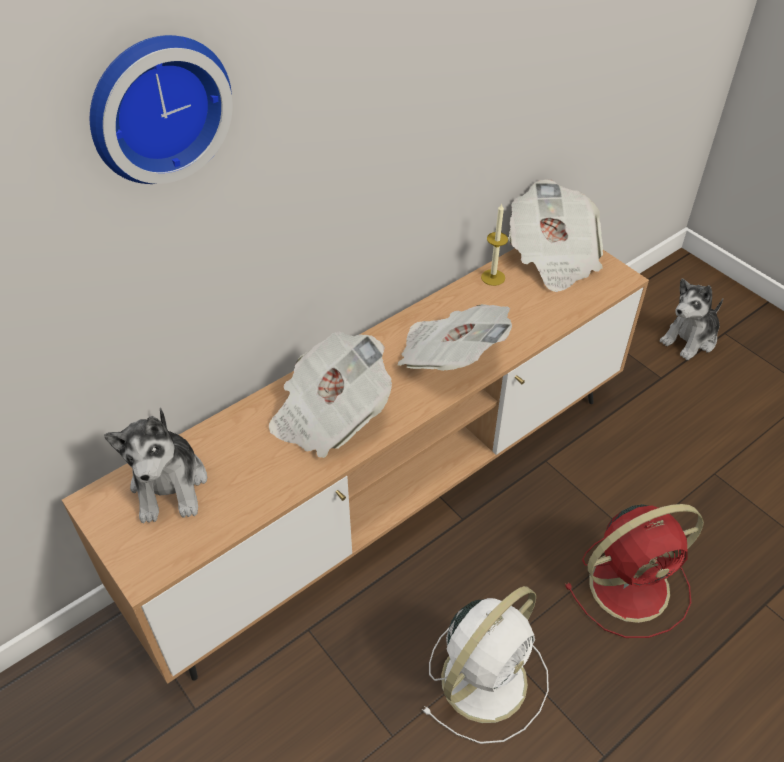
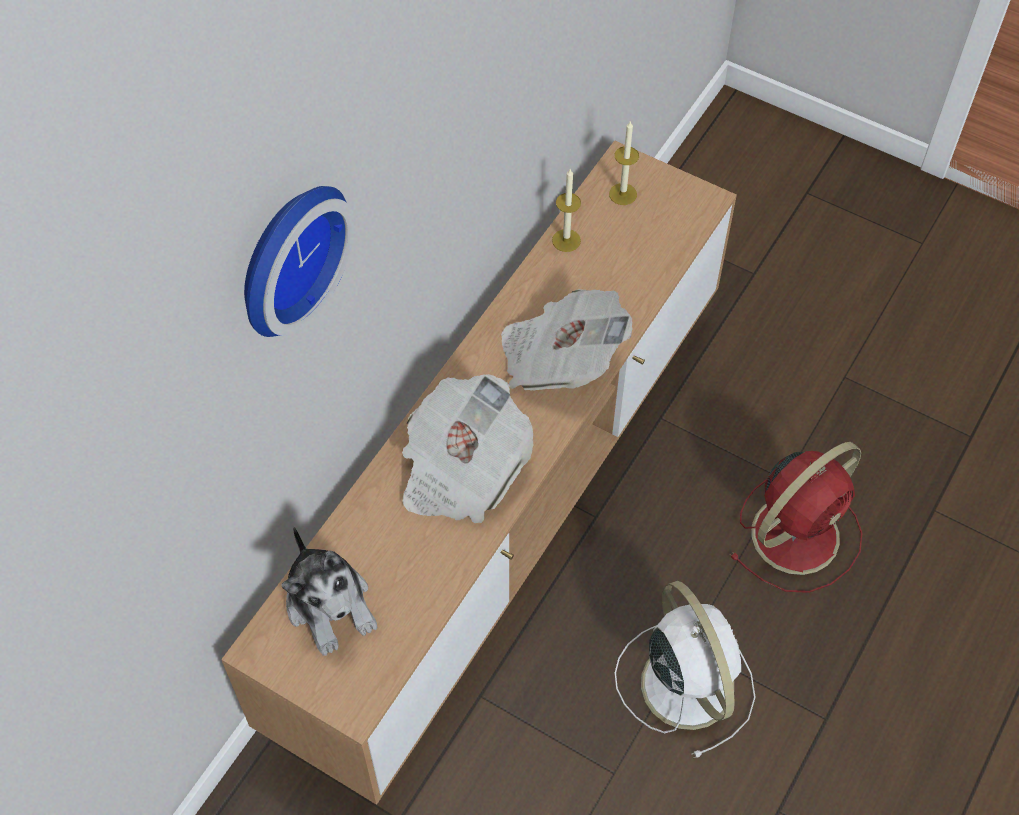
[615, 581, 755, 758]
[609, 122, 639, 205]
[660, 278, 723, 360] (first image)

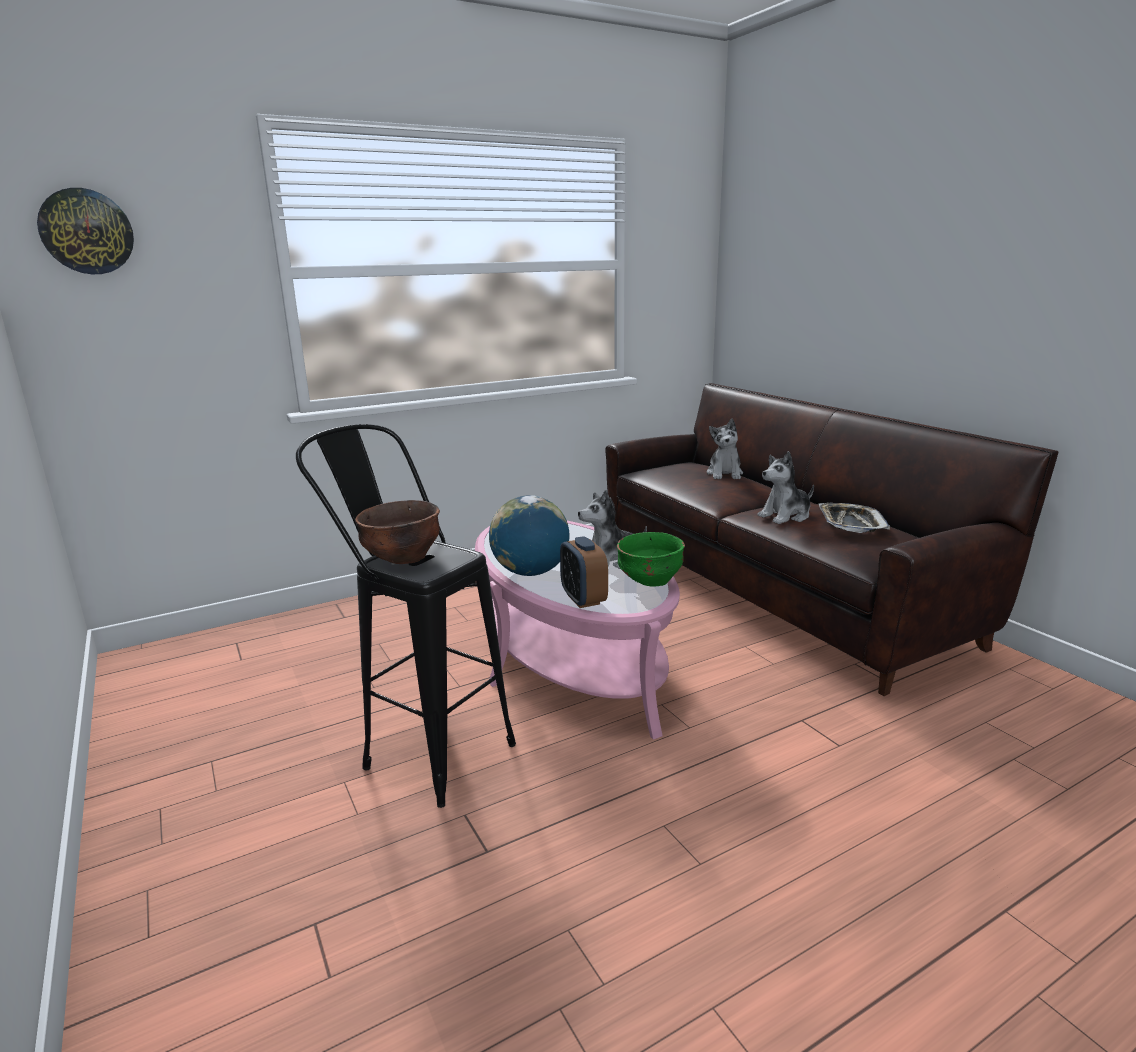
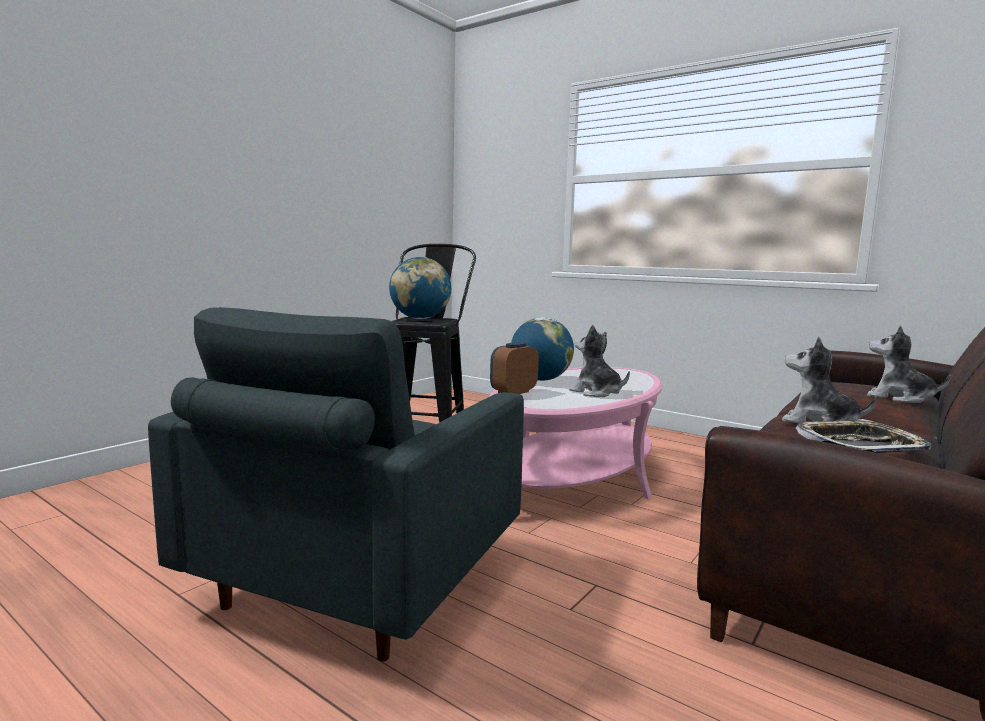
[37, 188, 134, 274] (first image)
[389, 257, 451, 319]
[617, 532, 685, 587] (first image)
[867, 325, 951, 403]
[148, 307, 524, 661]

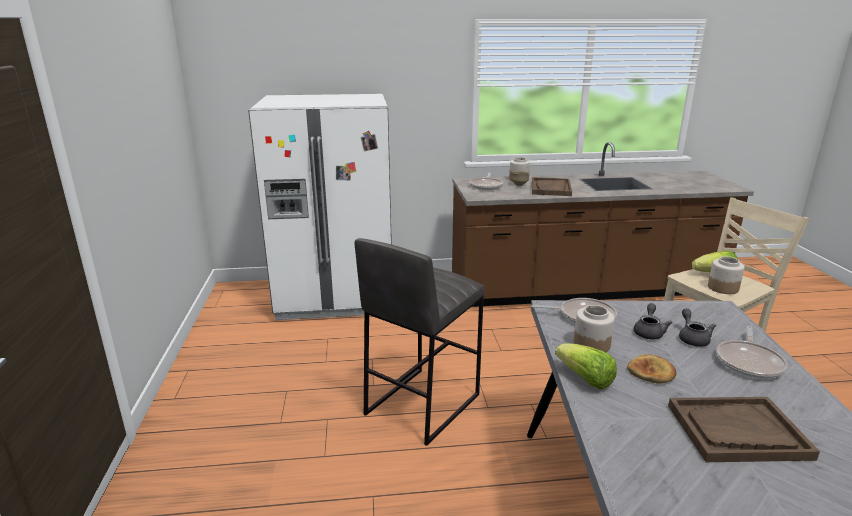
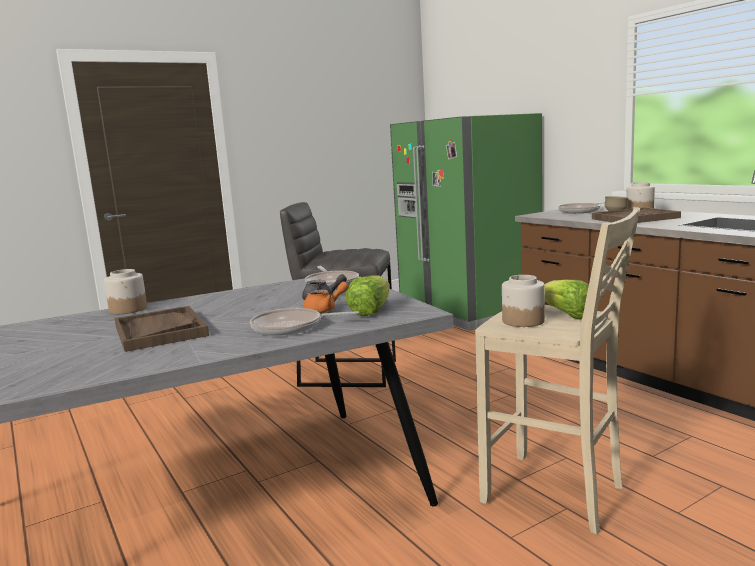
[390, 113, 542, 331]
[346, 275, 390, 316]
[104, 269, 147, 314]
[627, 354, 676, 384] (first image)
[303, 282, 349, 313]

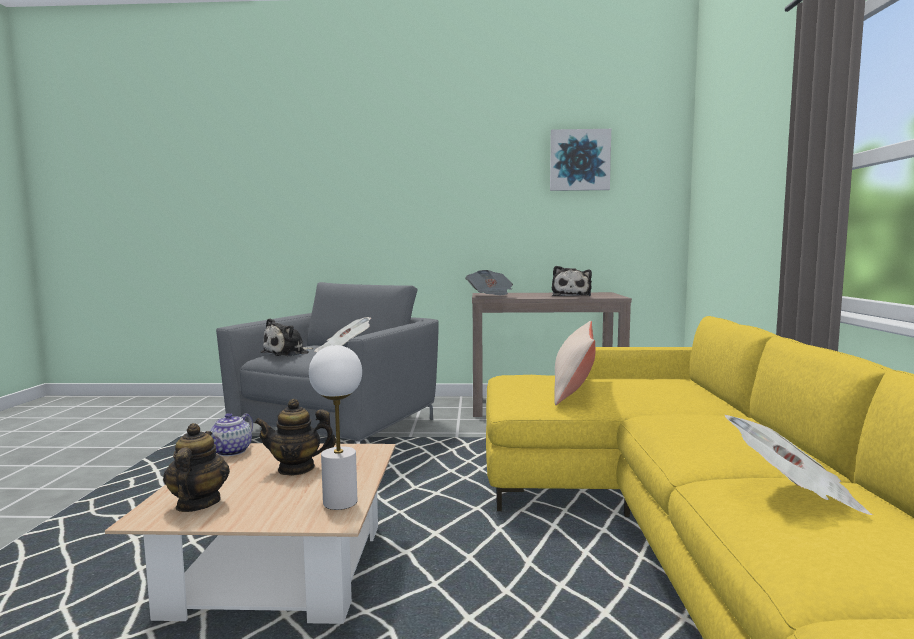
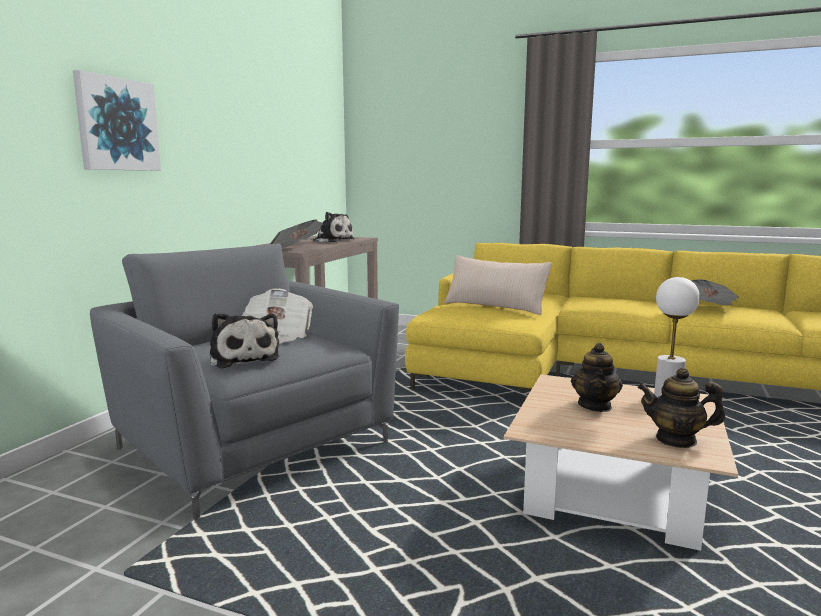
[210, 413, 253, 456] (first image)
[73, 70, 161, 171]

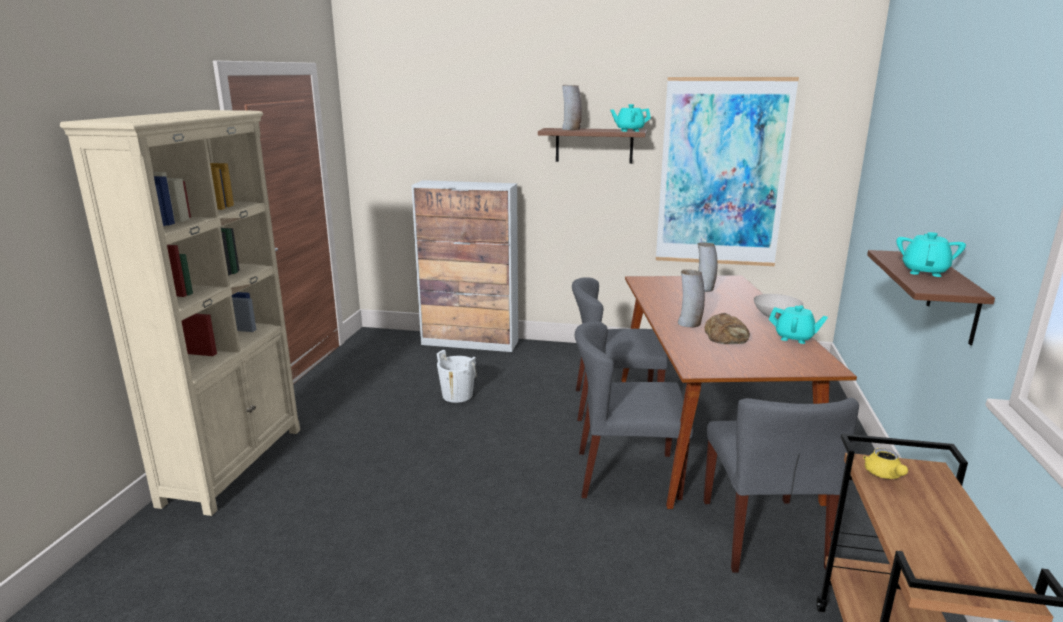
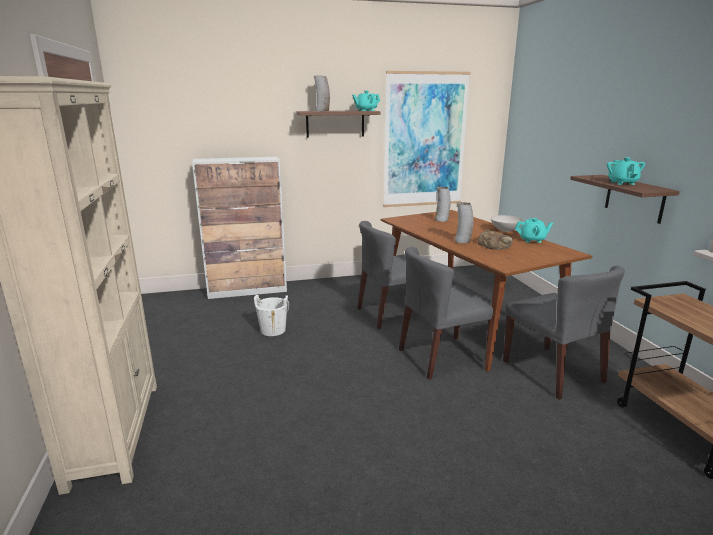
[863, 448, 908, 479] (first image)

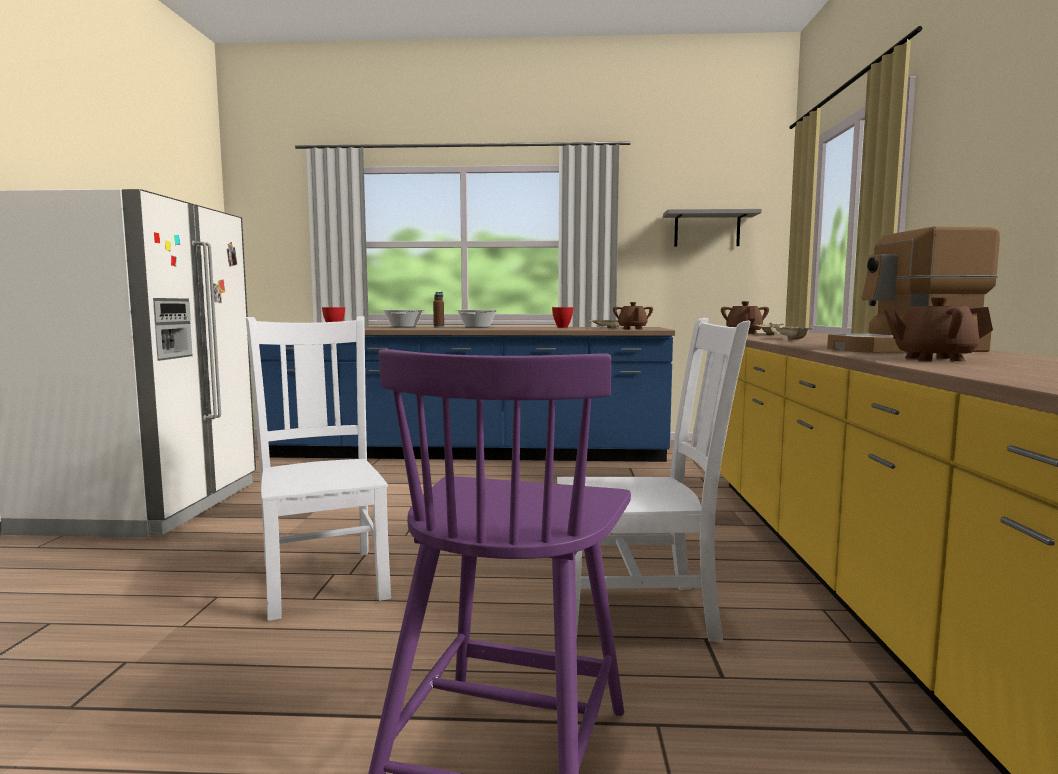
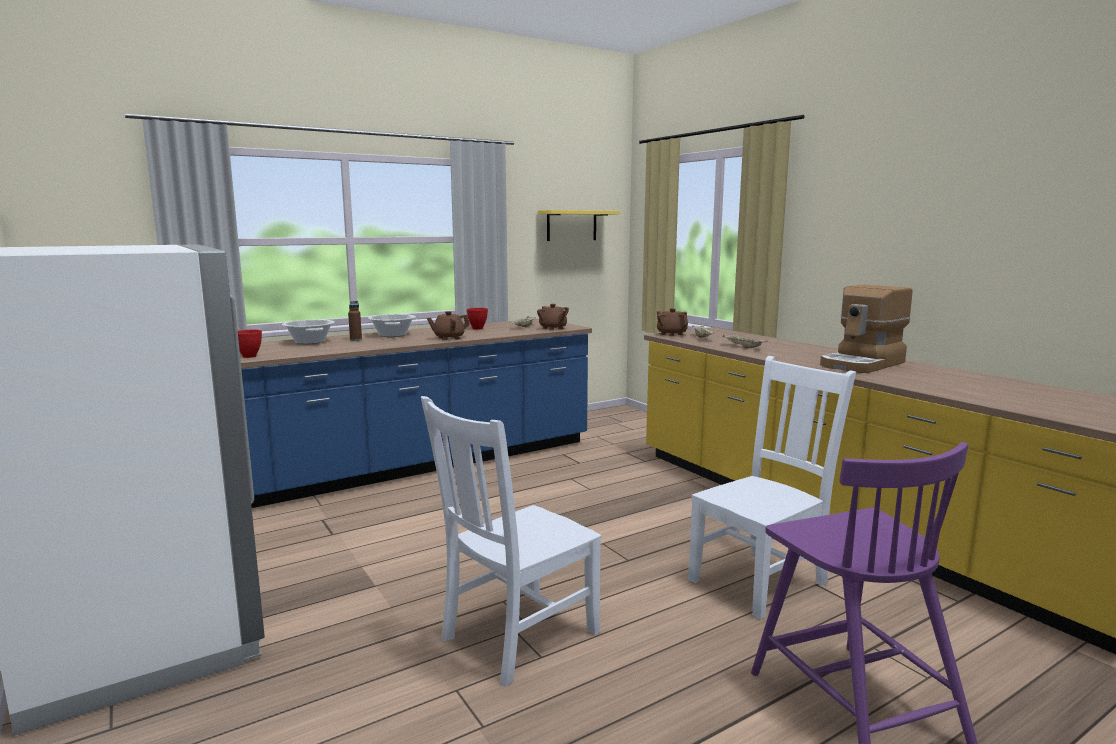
[421, 396, 601, 687]
[537, 210, 620, 241]
[427, 311, 470, 340]

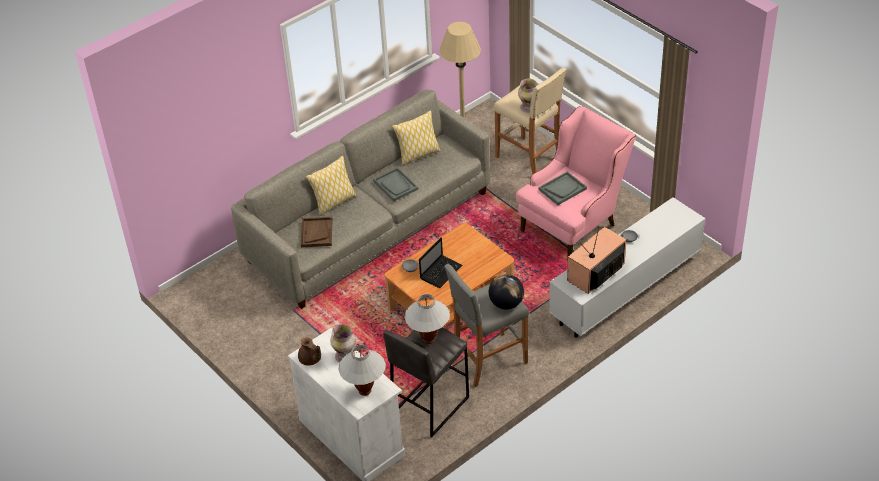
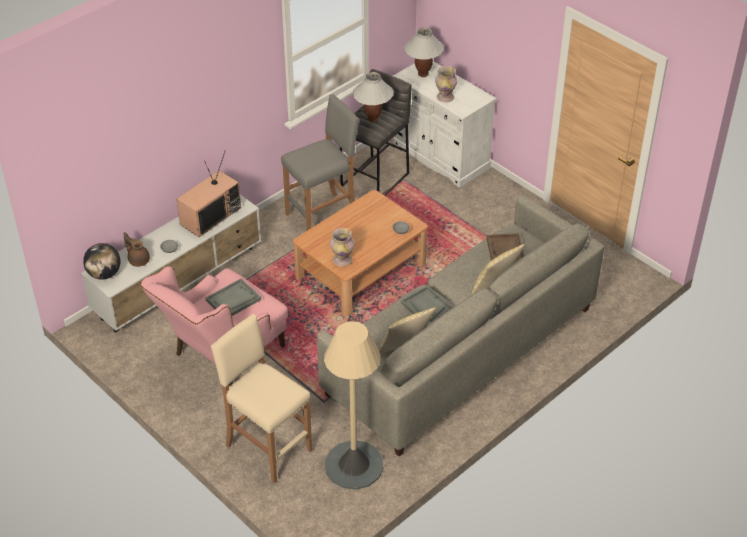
[123, 232, 150, 267]
[419, 237, 462, 288] (first image)
[83, 243, 120, 280]
[330, 228, 354, 266]

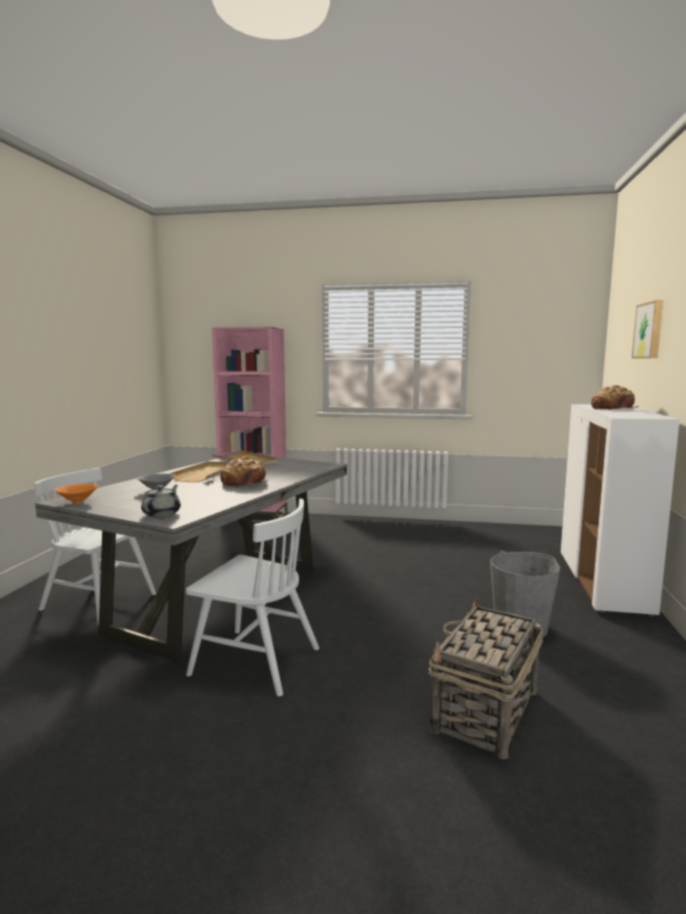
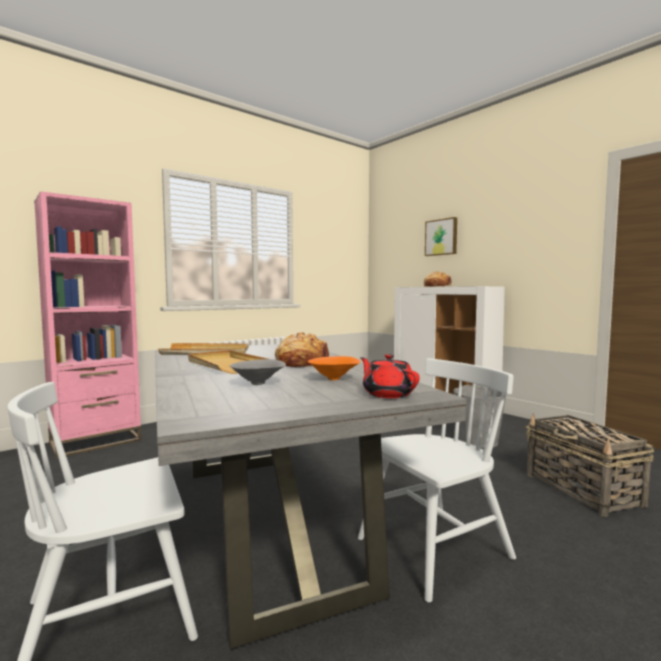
[308, 356, 361, 381]
[360, 354, 420, 398]

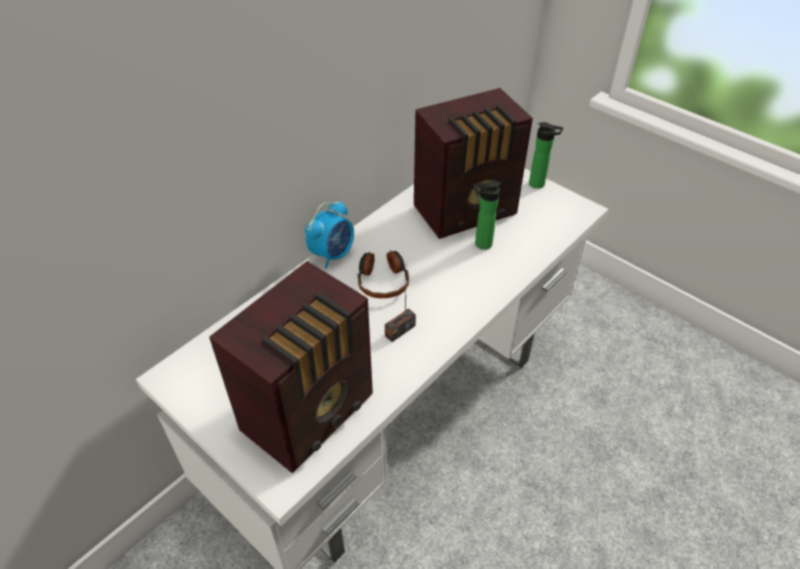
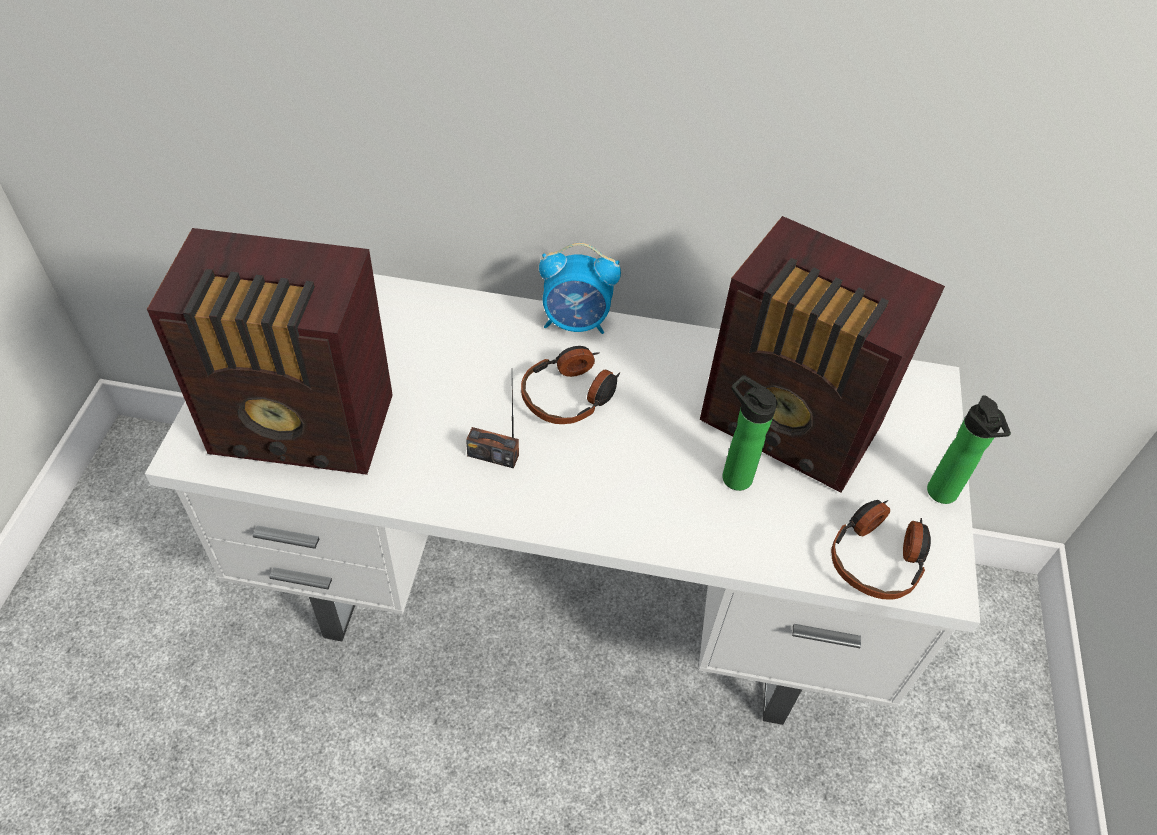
[831, 500, 931, 600]

